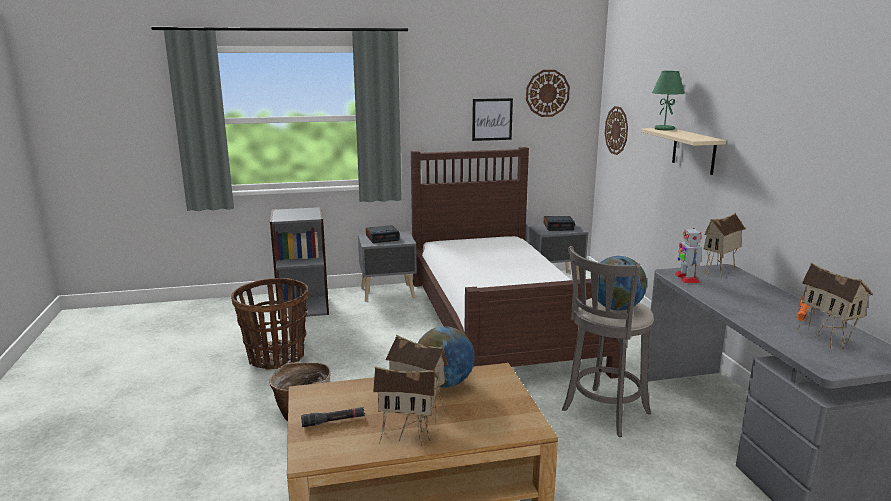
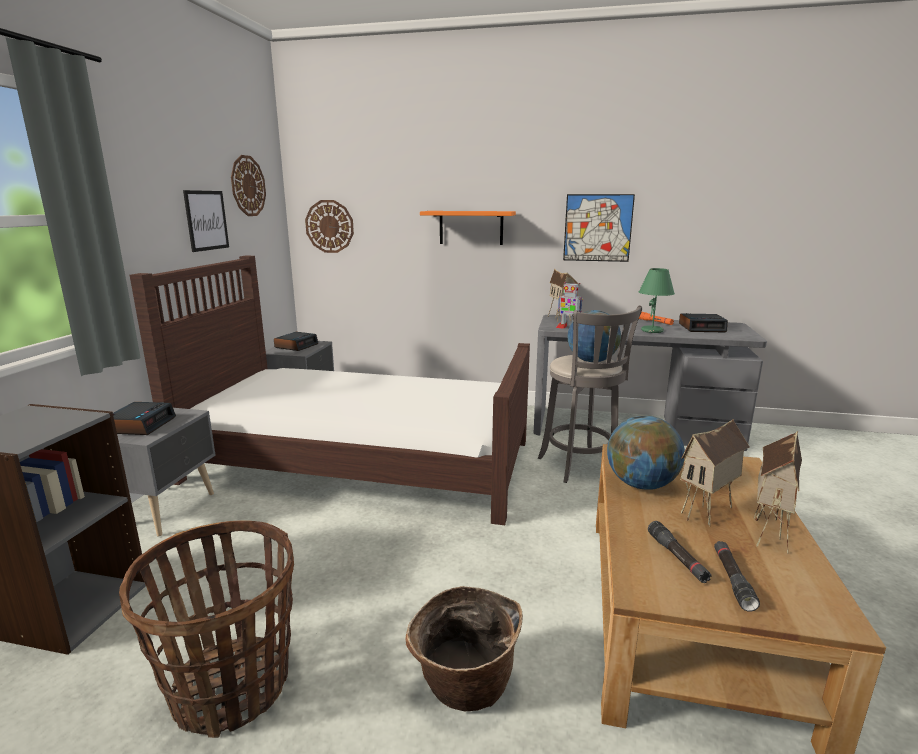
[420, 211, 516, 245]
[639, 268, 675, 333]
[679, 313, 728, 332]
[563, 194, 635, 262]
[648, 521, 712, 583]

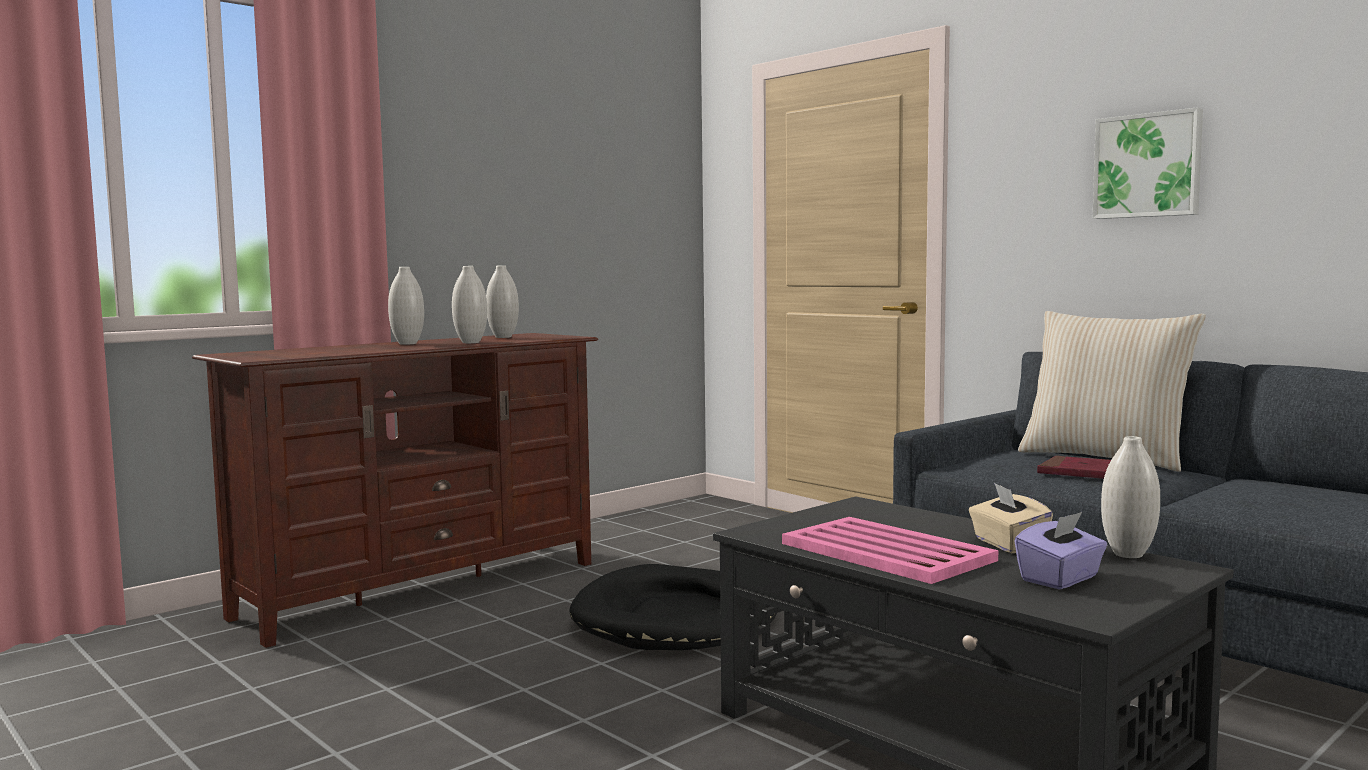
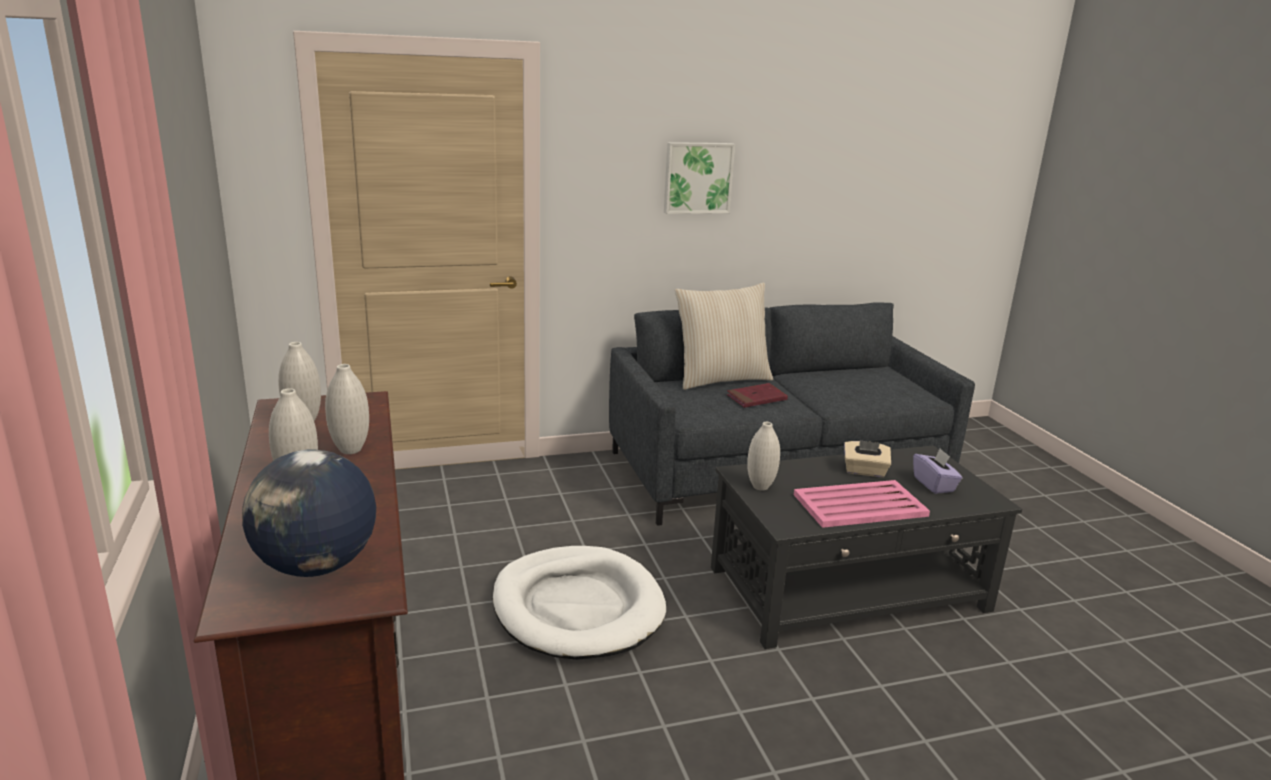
[493, 546, 666, 660]
[747, 422, 780, 490]
[242, 449, 376, 577]

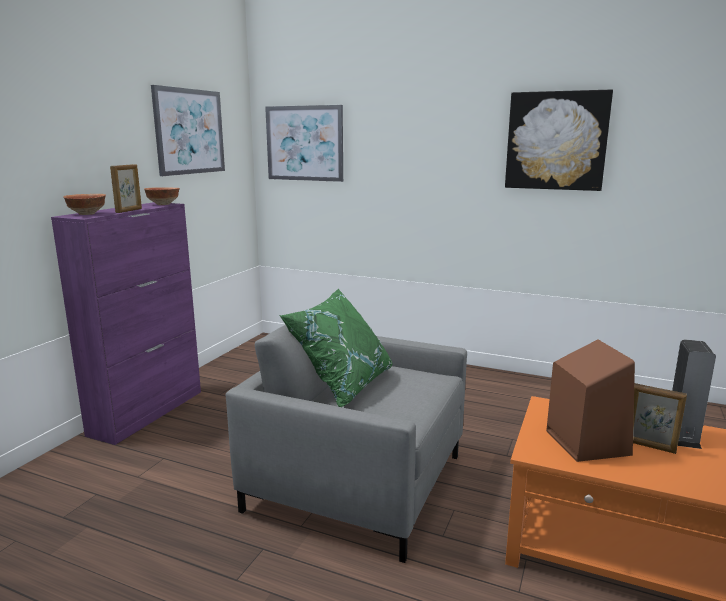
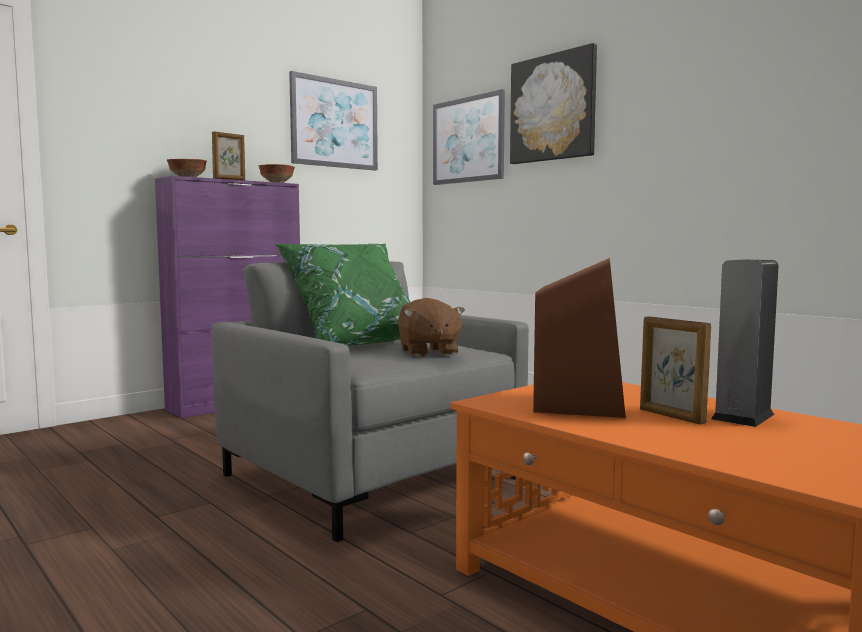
[510, 43, 597, 164]
[398, 298, 465, 357]

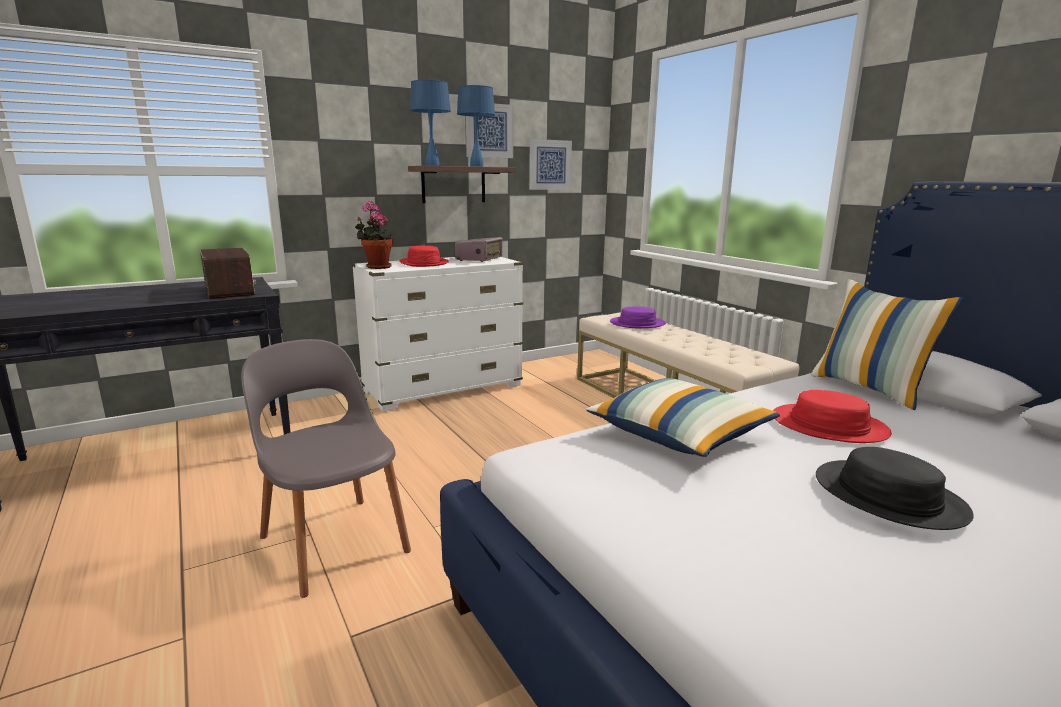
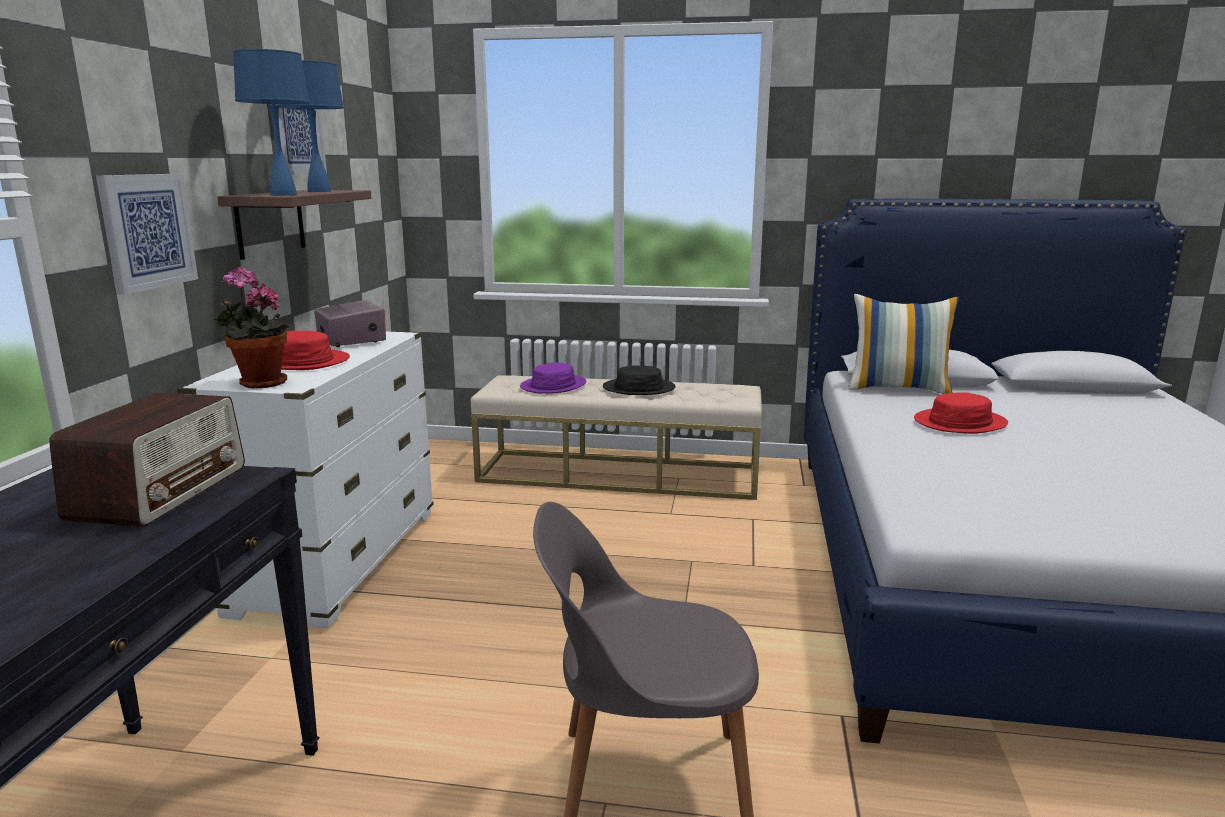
[49, 393, 245, 527]
[96, 174, 198, 295]
[586, 378, 780, 457] (first image)
[603, 365, 676, 395]

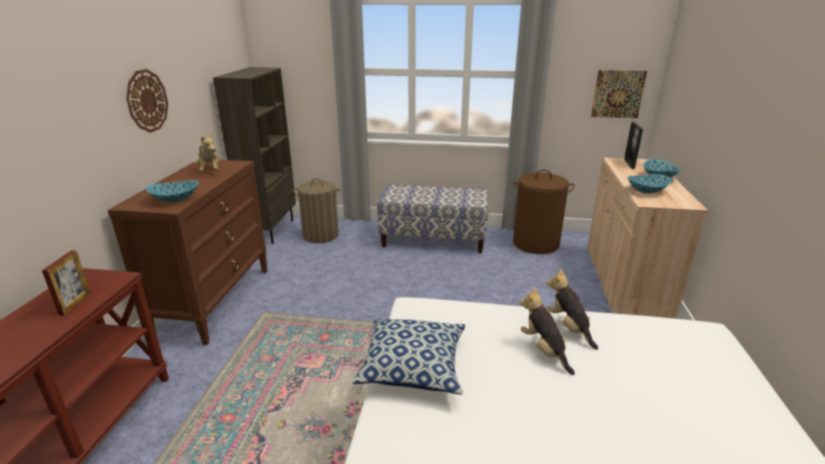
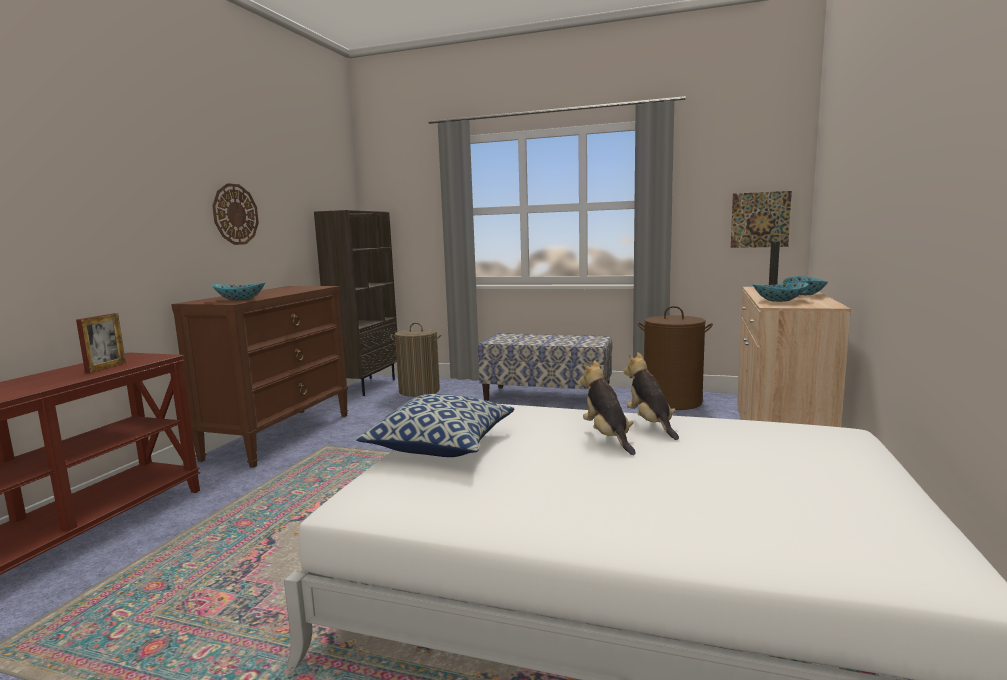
[195, 133, 219, 171] (first image)

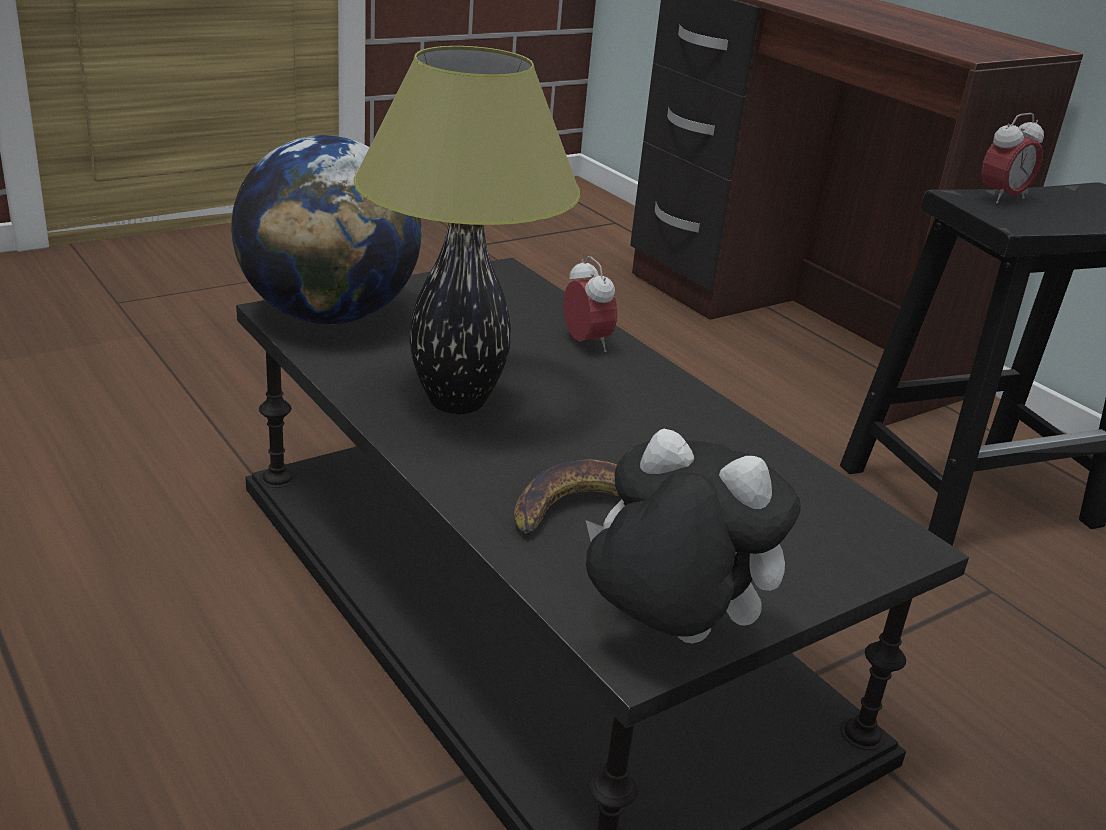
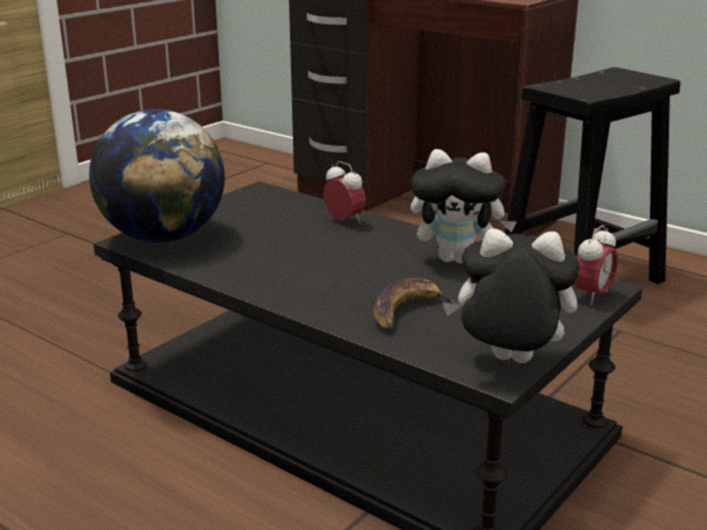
[354, 46, 581, 414] (first image)
[574, 225, 618, 305]
[411, 149, 516, 264]

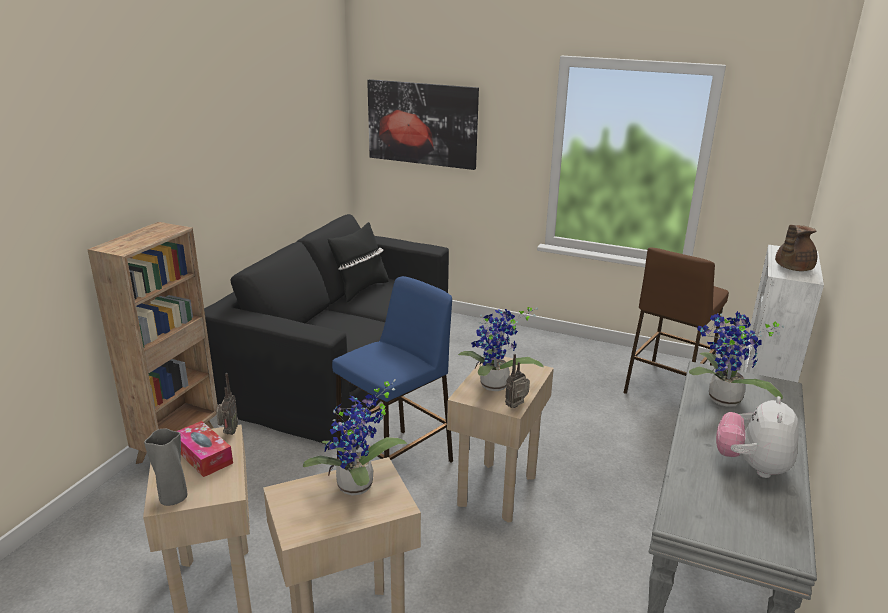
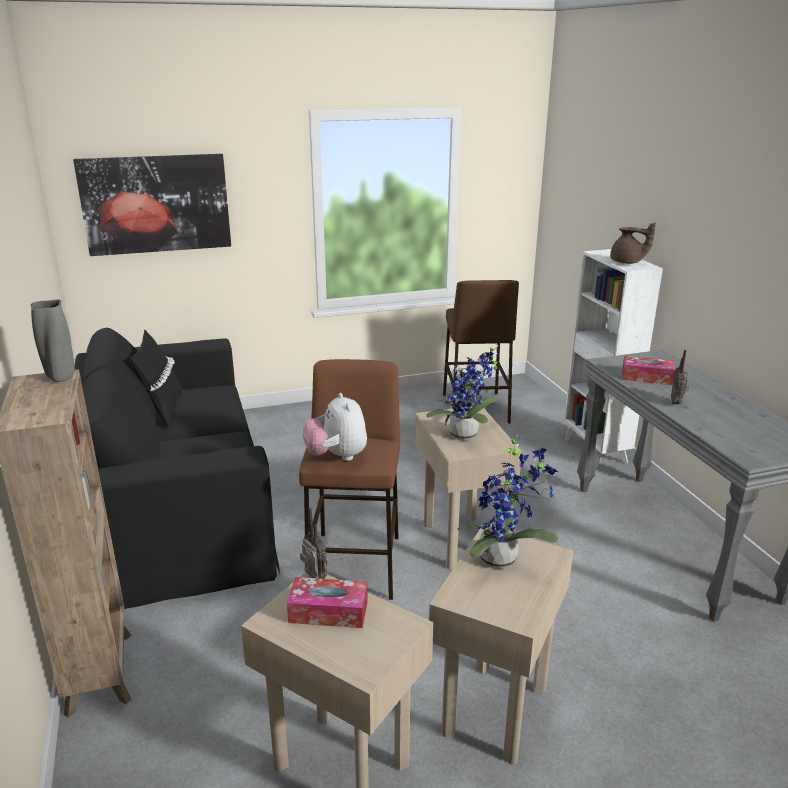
[30, 300, 75, 382]
[299, 359, 400, 600]
[671, 350, 689, 405]
[622, 356, 675, 385]
[303, 393, 367, 461]
[610, 223, 656, 264]

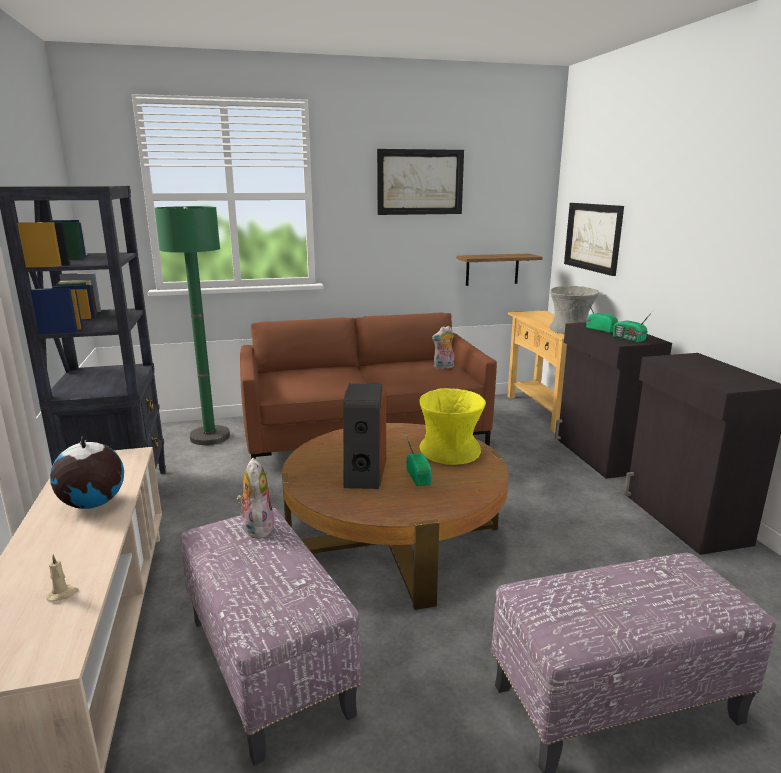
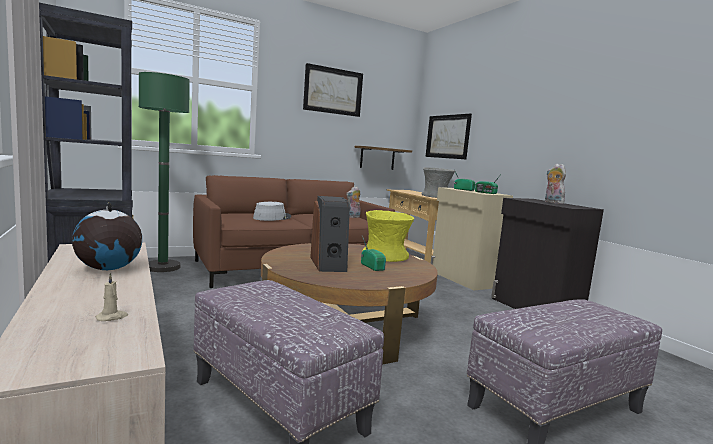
[545, 164, 566, 204]
[431, 187, 513, 291]
[253, 202, 291, 221]

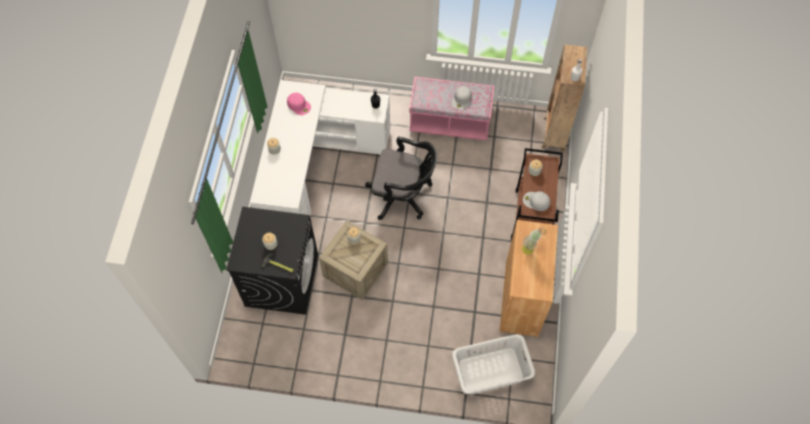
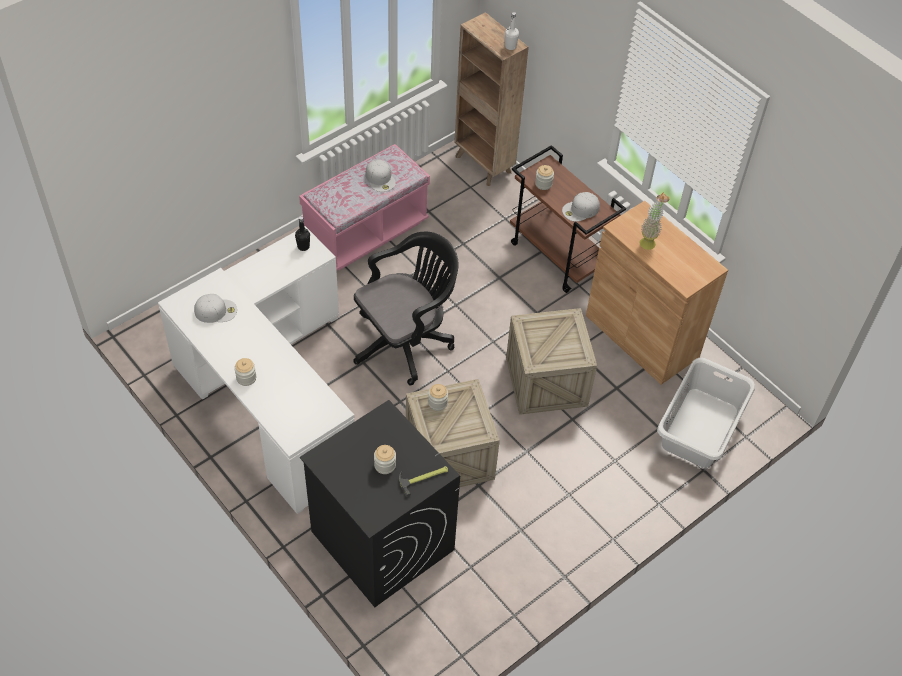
[194, 294, 237, 323]
[506, 308, 597, 415]

